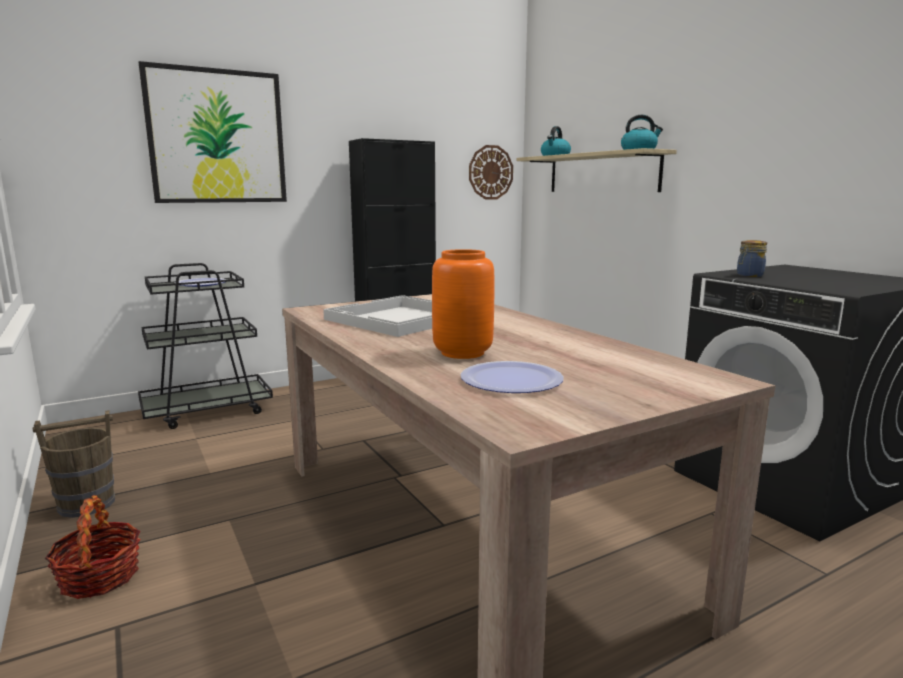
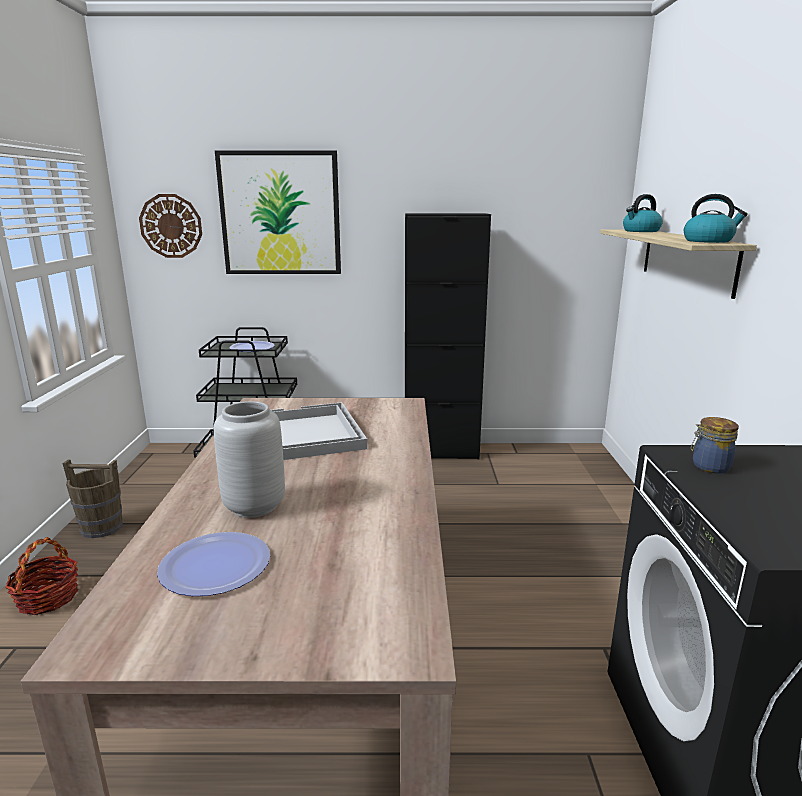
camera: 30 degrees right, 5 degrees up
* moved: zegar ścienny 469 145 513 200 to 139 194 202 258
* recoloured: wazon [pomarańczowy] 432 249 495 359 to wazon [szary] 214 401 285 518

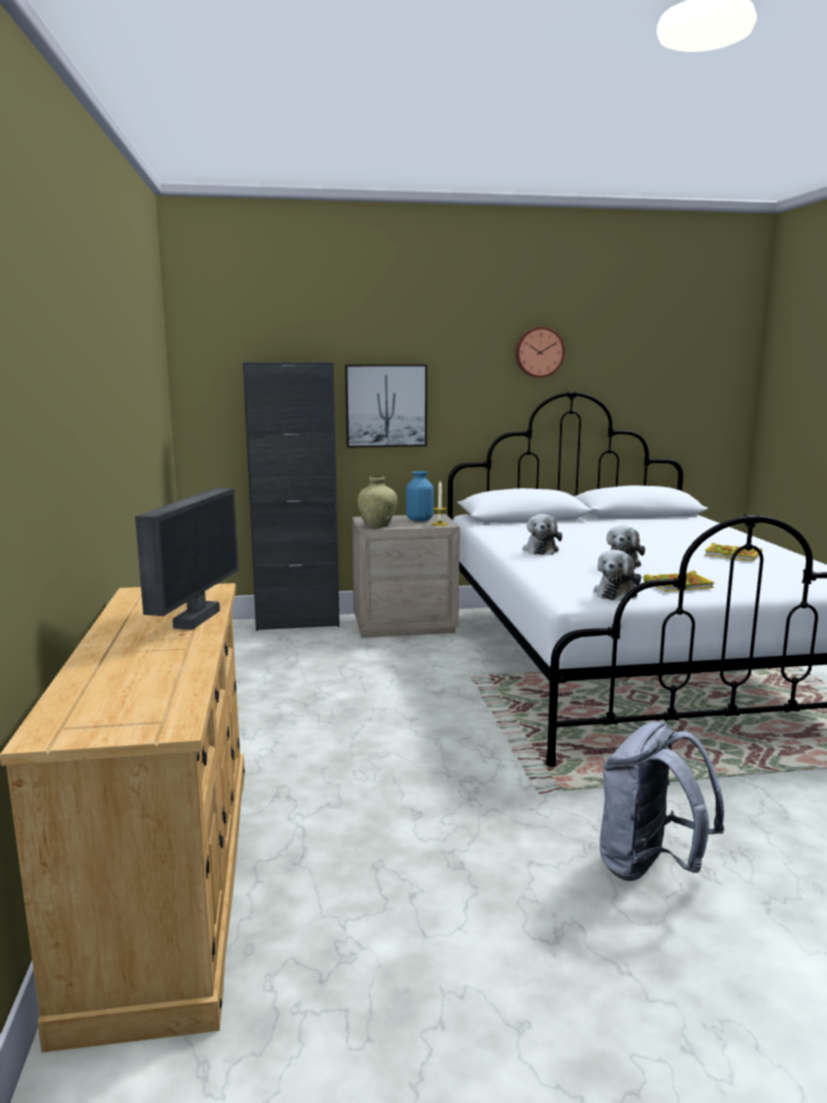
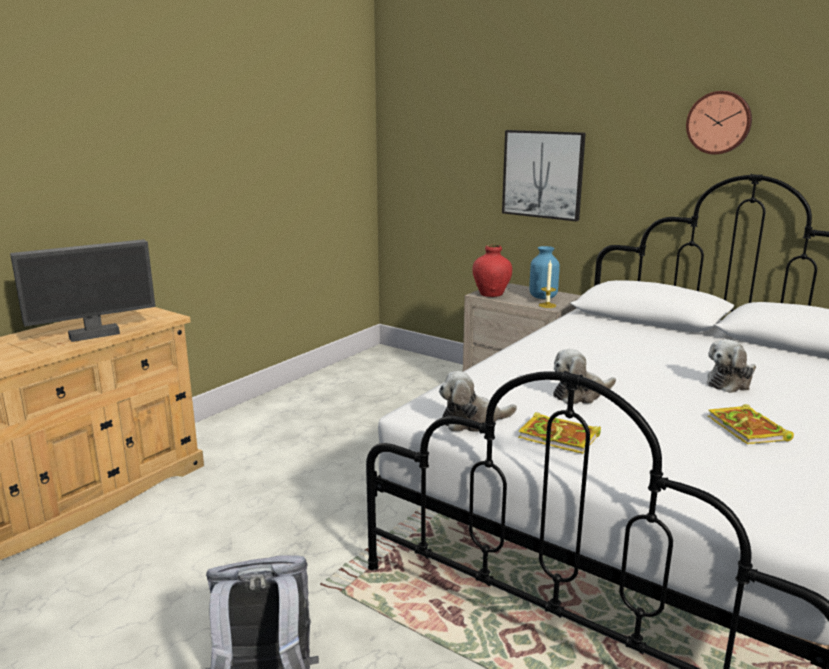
camera: 45 degrees right, 5 degrees up
* removed: szafka [czarny] 243 362 340 631
* moved: pluszak 523 514 562 555 to 707 339 756 393
* recoloured: wazon [beżowy] 358 475 397 528 to wazon [czerwony] 472 245 512 297

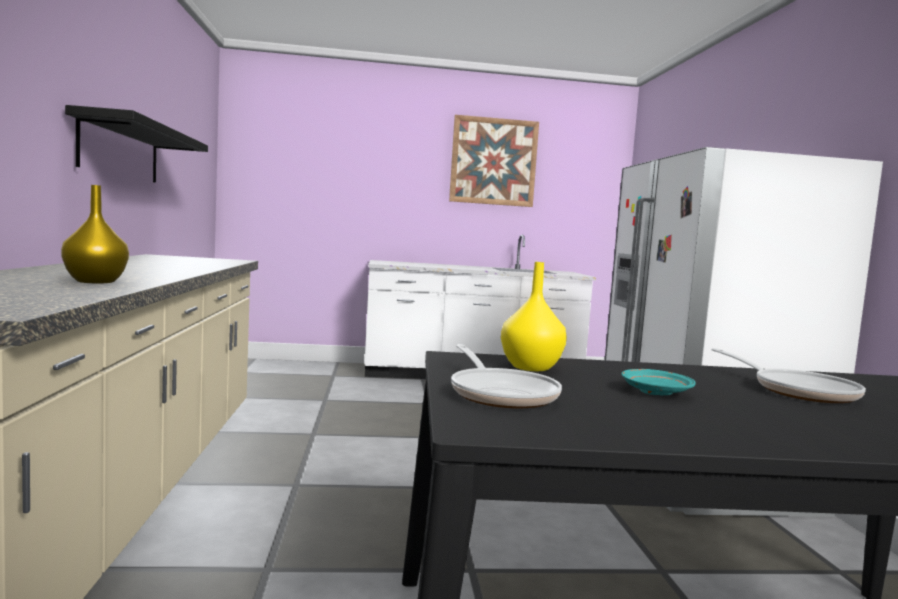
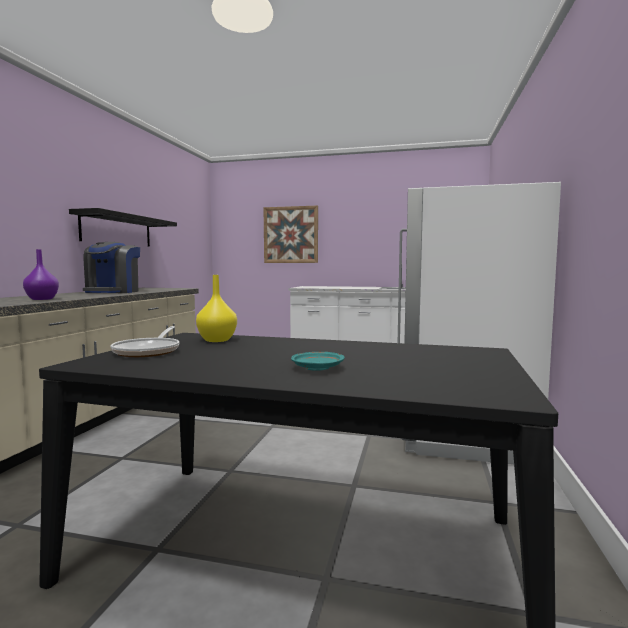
camera: 20 degrees right, 0 degrees up
* removed: patelnia 711 348 866 403
* added: ekspres do kawy 83 242 140 293
* moved: obraz 449 115 539 207 to 264 205 318 263
* moved: talerz [turkusowy] 621 369 696 395 to 291 352 345 371
* recoloured: wazon [żółty] 61 185 129 283 to wazon [fioletowy] 23 249 59 300

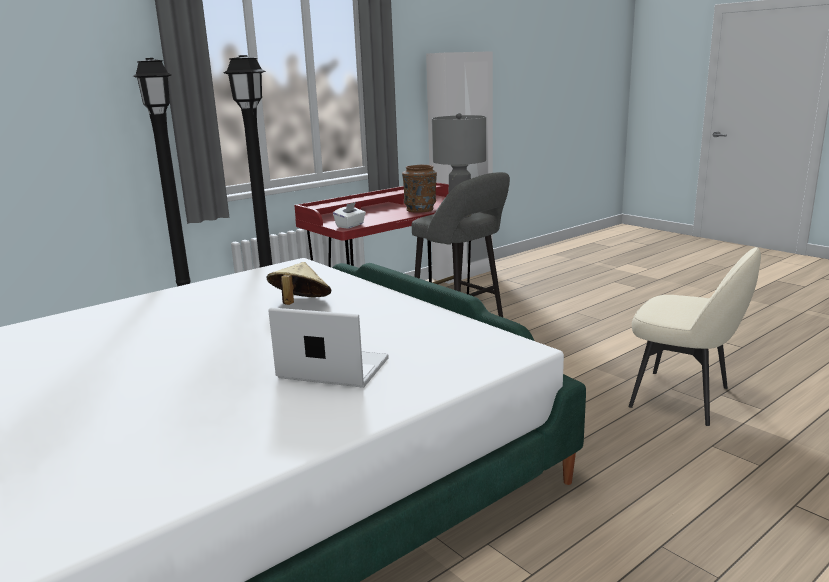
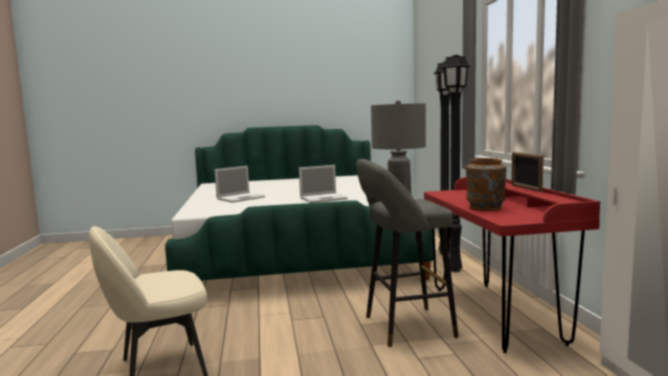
camera: 120 degrees right, 10 degrees down
* removed: pudełko chusteczek [biały] 333 202 366 229
* added: ramka na zdjęcie 511 152 544 192
* replaced: kapelusz [beżowy] 266 262 331 305 to laptop 299 165 348 203

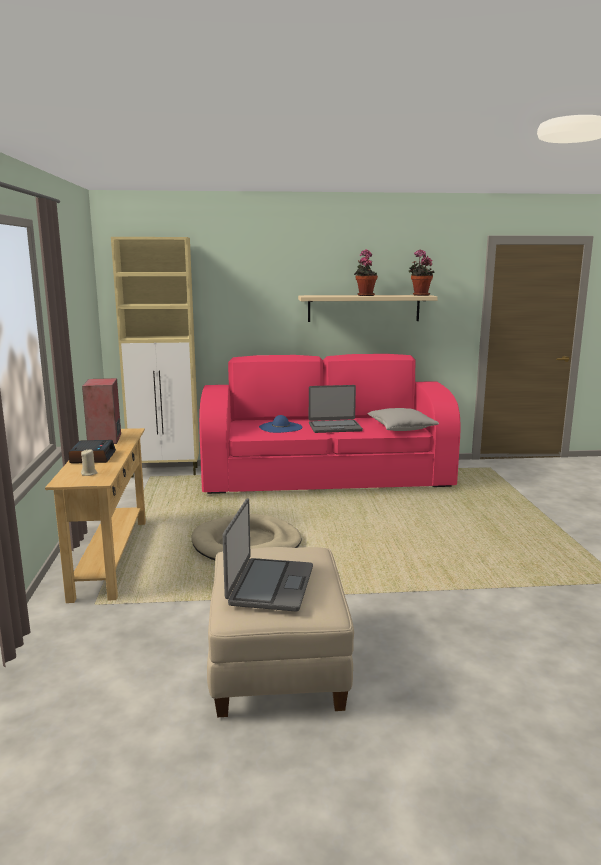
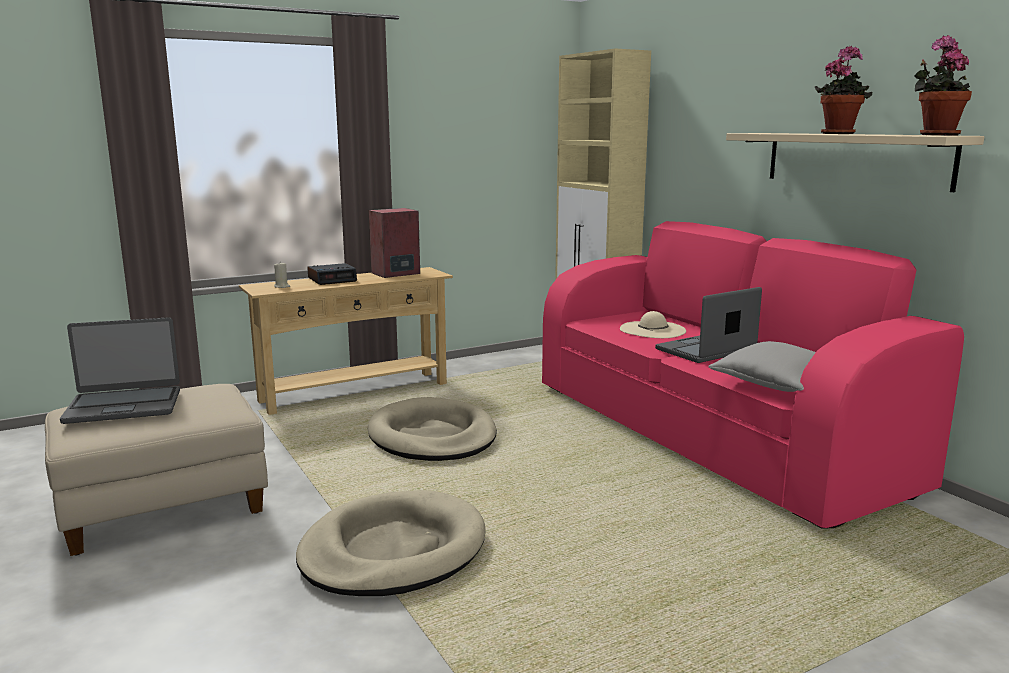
camera: 65 degrees right, 0 degrees up
* added: legowisko [beżowy] 296 490 486 596
* recoloured: kapelusz [niebieski] 259 415 303 433 to kapelusz [beżowy] 620 311 686 338
* turned: laptop 309 385 363 433 = 655 287 762 363 90 degrees clockwise

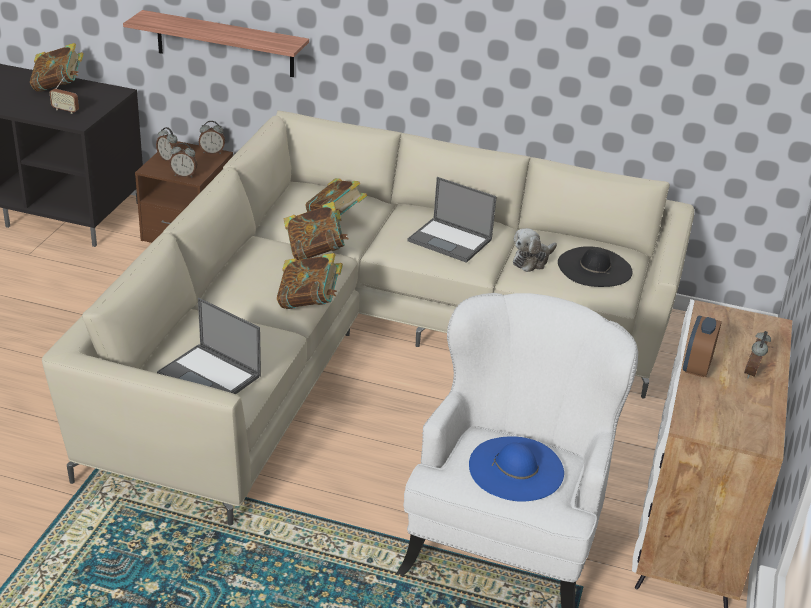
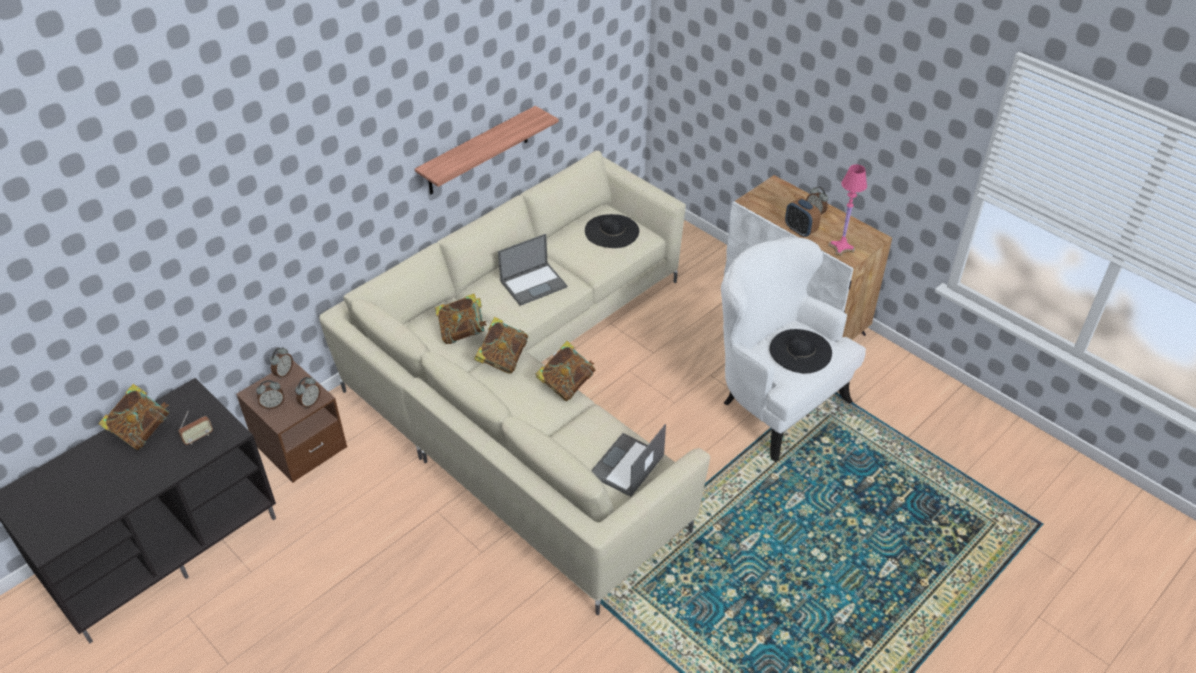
camera: 60 degrees left, 10 degrees up
* removed: pluszak 513 228 557 272
* added: lampa stołowa [różowy] 828 164 867 256
* moved: półka 123 10 309 77 to 415 106 559 194
* recoloured: kapelusz [niebieski] 469 436 564 502 to kapelusz [czarny] 769 329 832 373
* turned: laptop 157 298 261 394 = 591 424 666 497 150 degrees clockwise

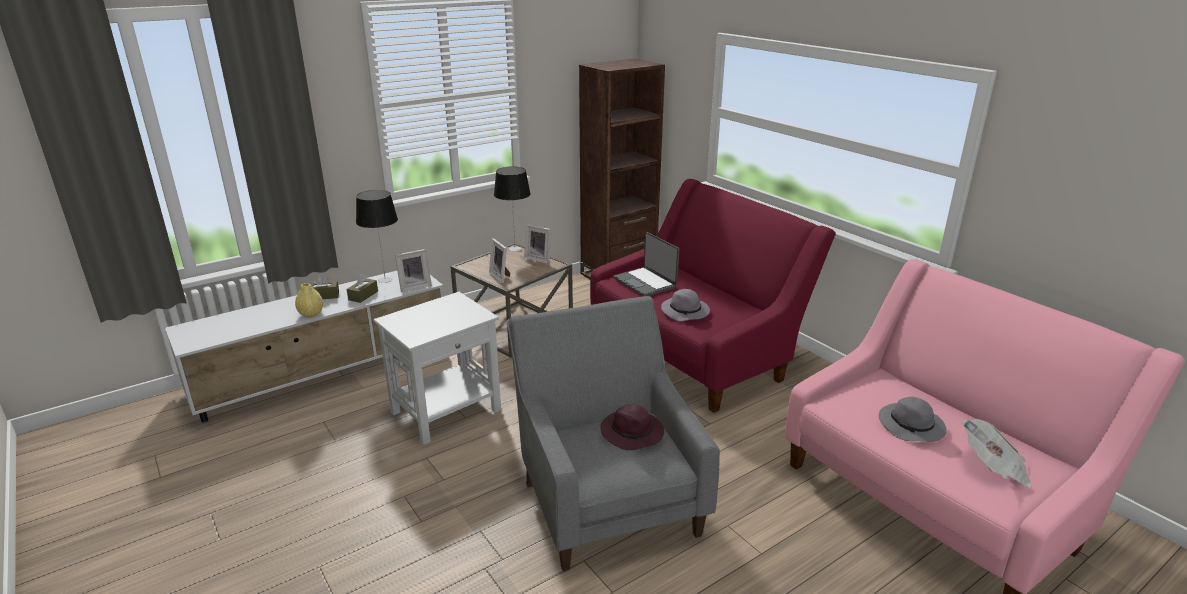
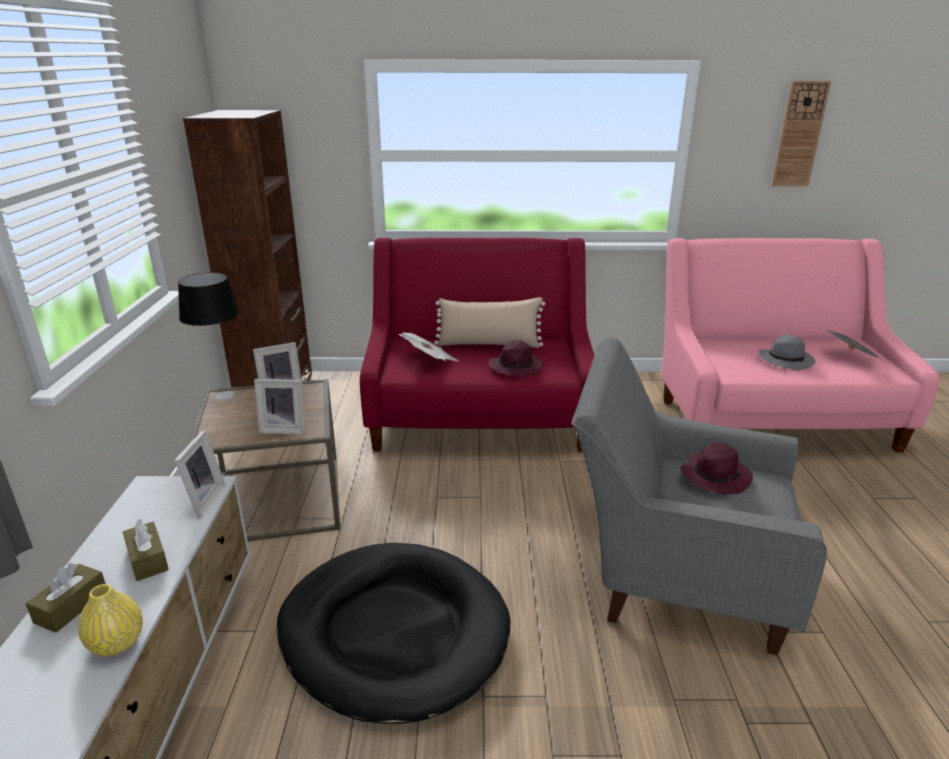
camera: 55 degrees left, 0 degrees up
* removed: lampa stołowa 356 190 398 283
* added: poduszka [beżowy] 434 297 545 348
* added: zegar ścienny 771 81 831 186
* replaced: stolik [biały] 373 292 501 445 to legowisko [czarny] 277 543 510 724
* replaced: laptop 613 232 679 297 to gazeta 399 333 459 361
* recoloured: kapelusz [szary] 661 289 710 321 to kapelusz [fioletowy] 489 340 543 377

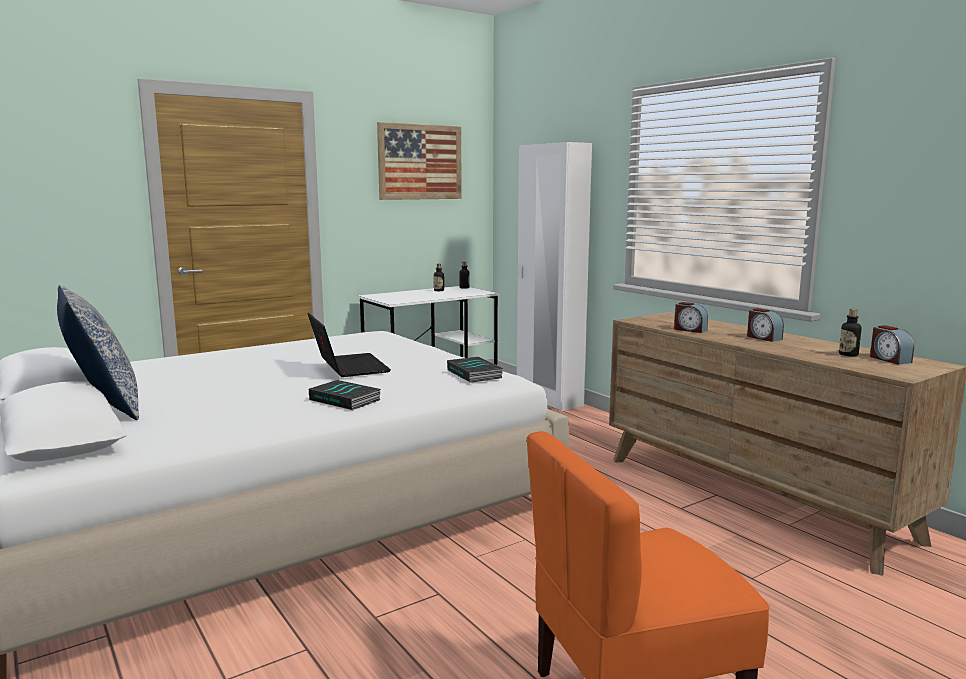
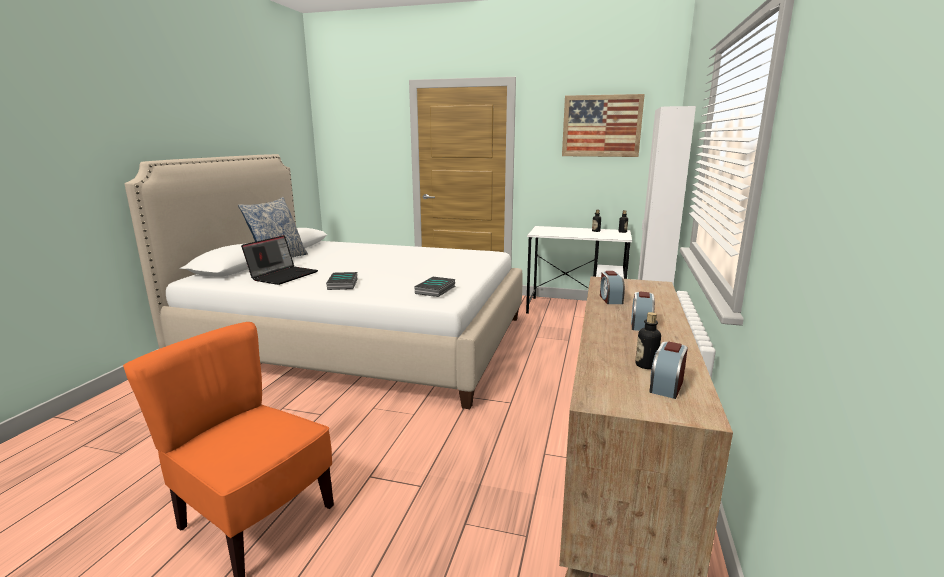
camera: 50 degrees right, 5 degrees up
* moved: laptop 307 313 391 377 to 241 235 318 285

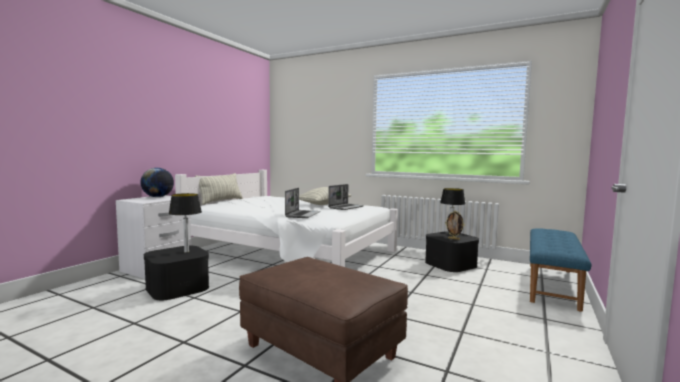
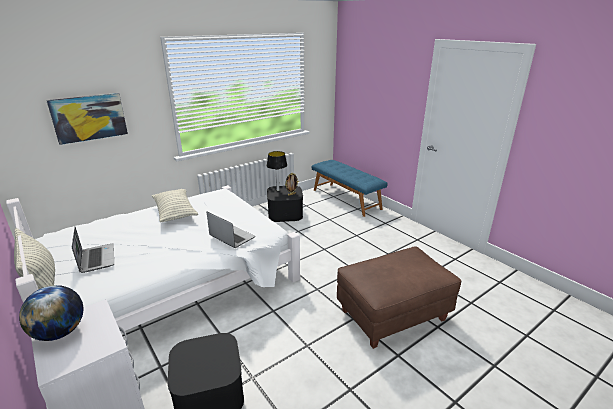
camera: 65 degrees left, 20 degrees up
* removed: lampa stołowa 169 193 202 252
* added: obraz 46 93 128 145
* moved: laptop 328 184 364 210 to 72 227 114 273

